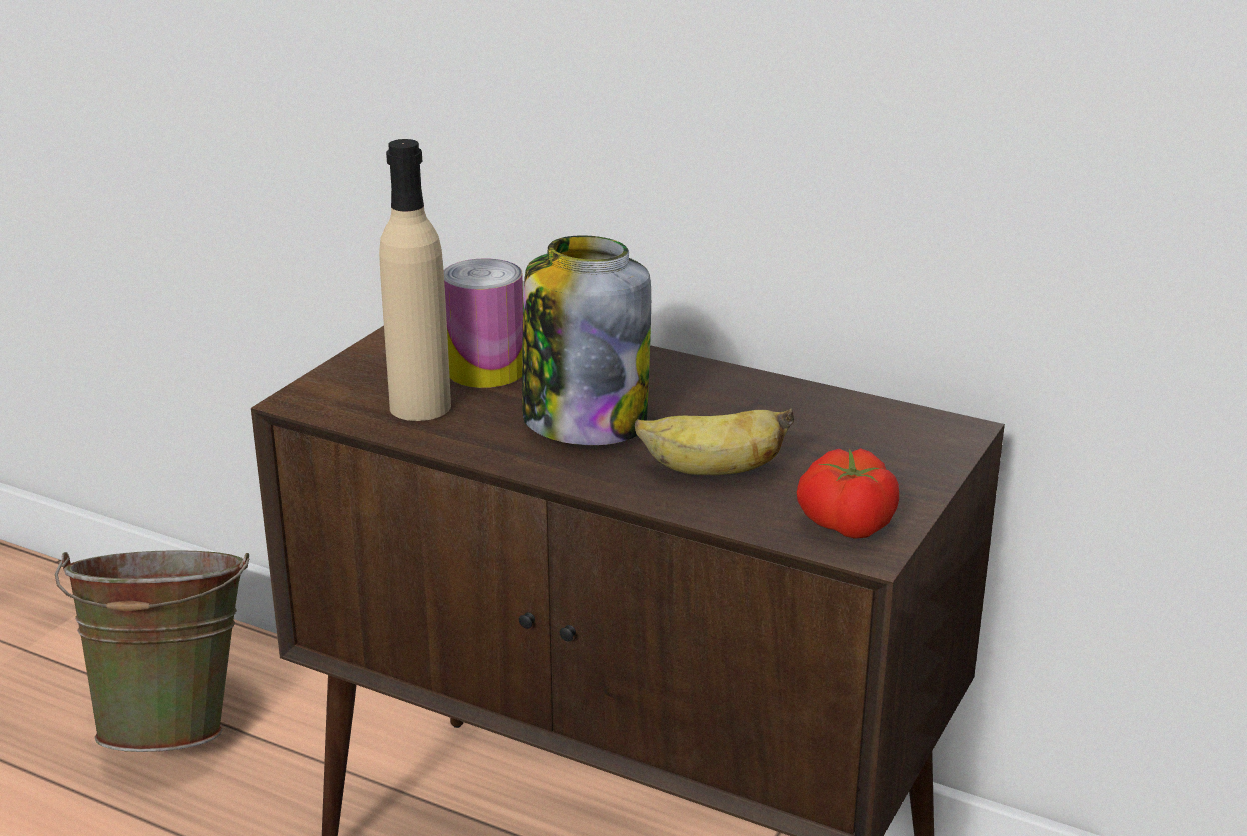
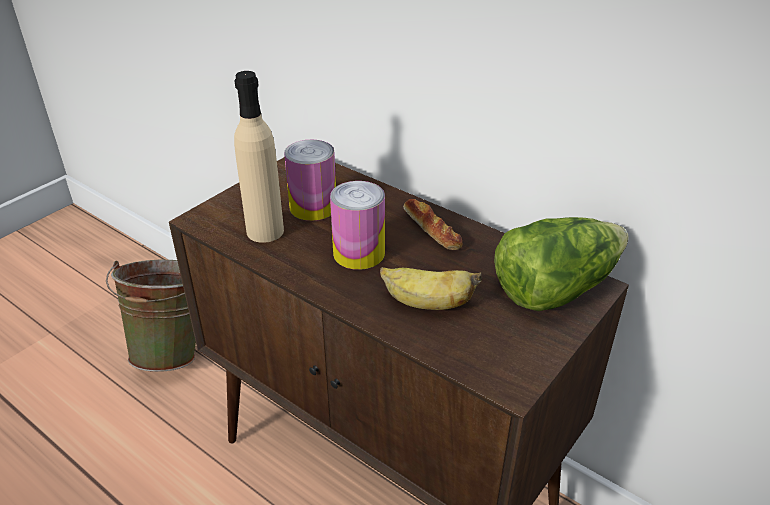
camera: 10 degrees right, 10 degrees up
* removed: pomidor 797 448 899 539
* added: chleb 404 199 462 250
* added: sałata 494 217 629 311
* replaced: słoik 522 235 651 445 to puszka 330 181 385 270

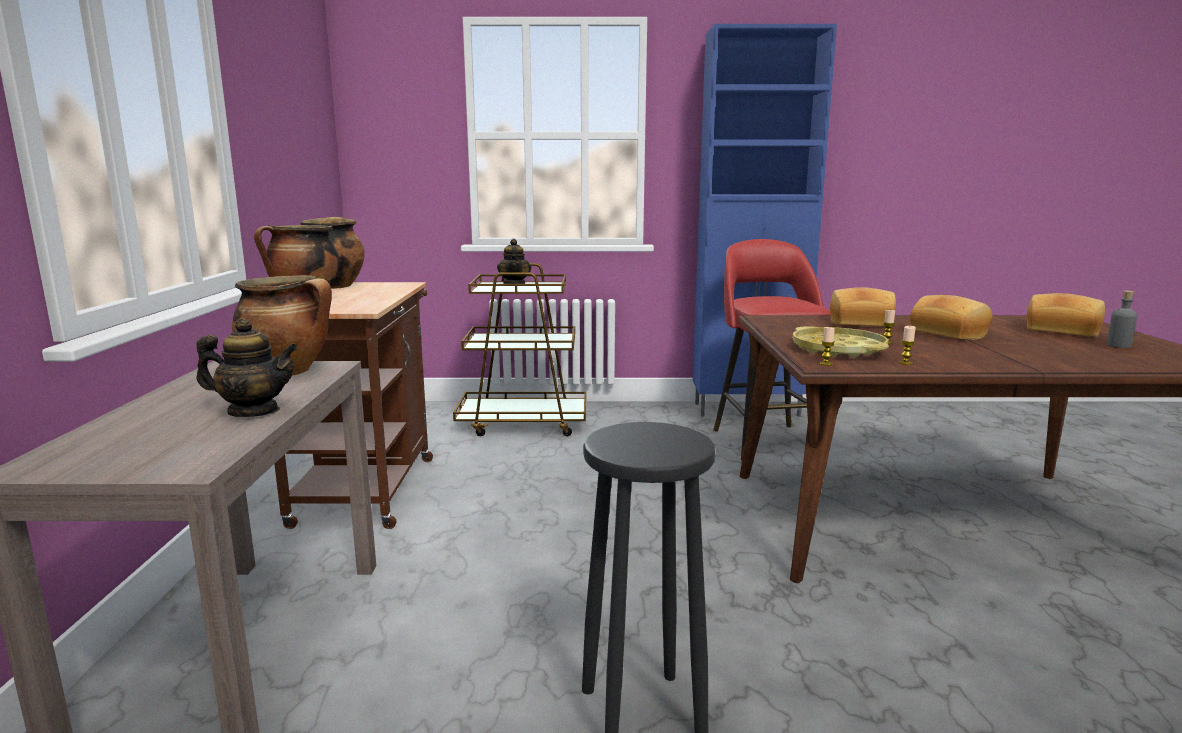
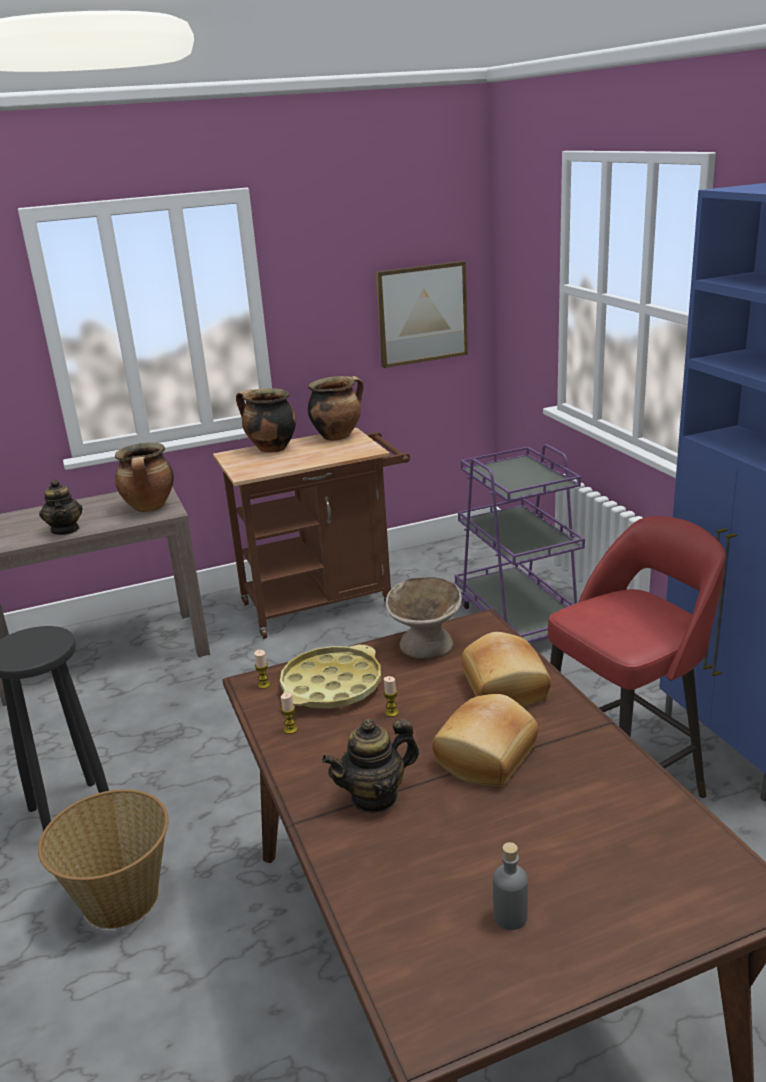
camera: 70 degrees right, 10 degrees up
* removed: chleb 1027 293 1105 337
* added: koszyk 38 789 169 929
* added: obraz 375 261 468 368
* added: miska [beżowy] 386 577 462 659
* moved: imbryk 497 239 531 284 to 322 718 419 814
* recoloured: wózek [brązowy] 453 263 586 436 to wózek [fioletowy] 455 444 585 643

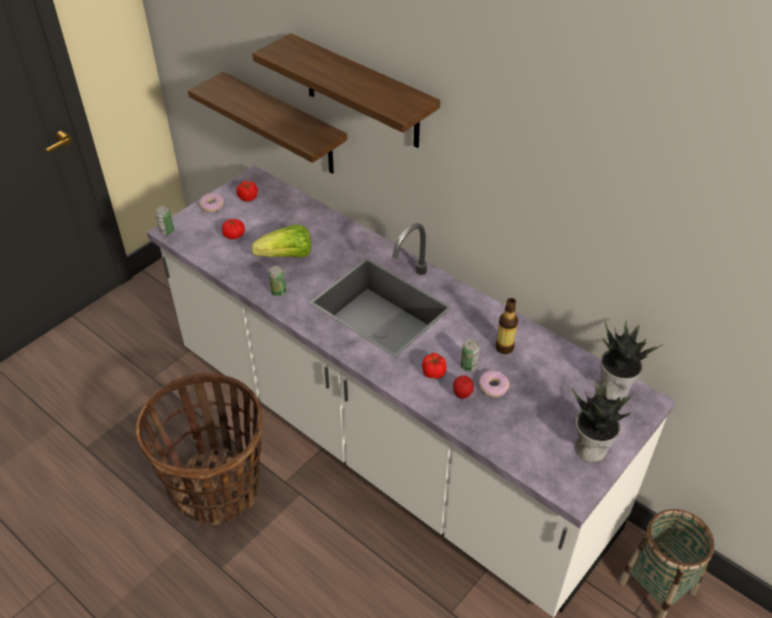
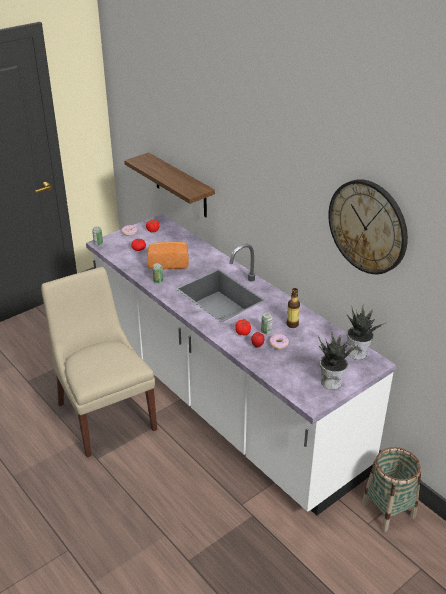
camera: 10 degrees right, 10 degrees down
* removed: półka 252 33 440 148
* added: zegar ścienny 329 179 408 274
* replaced: koszyk 136 372 263 525 to krzesło [beżowy] 41 267 157 458
* replaced: sałata 251 225 311 258 to chleb 147 242 189 269

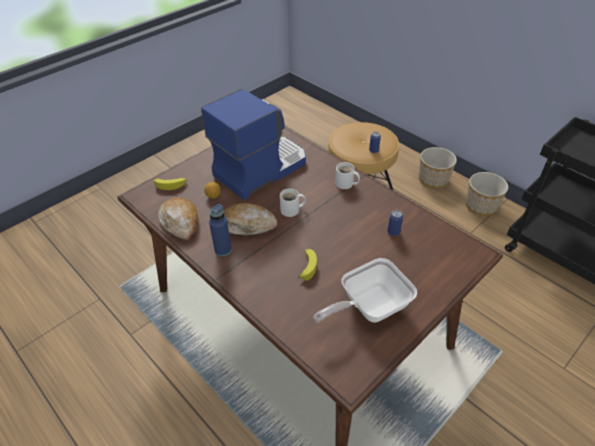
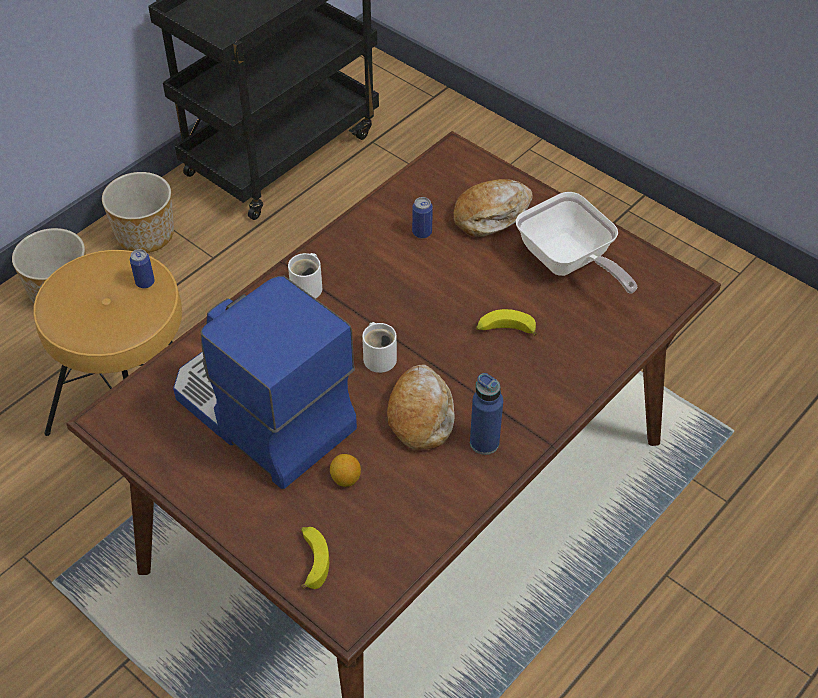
camera: 95 degrees left, 5 degrees up
* moved: chleb 158 197 199 240 to 454 179 532 237

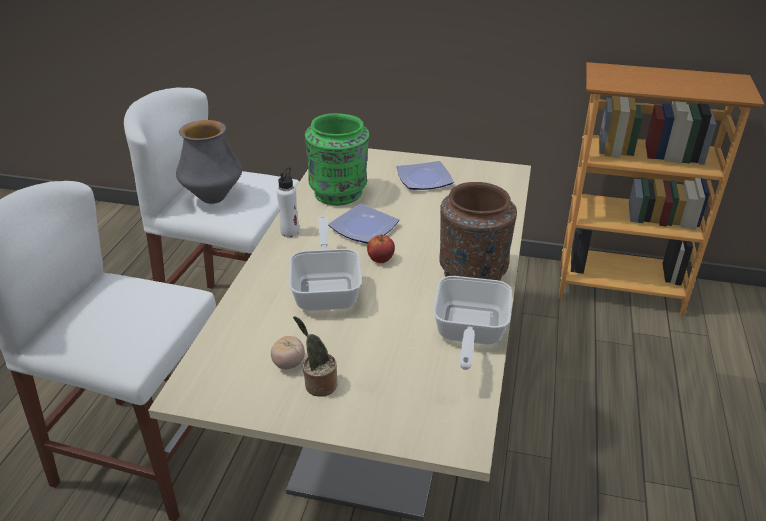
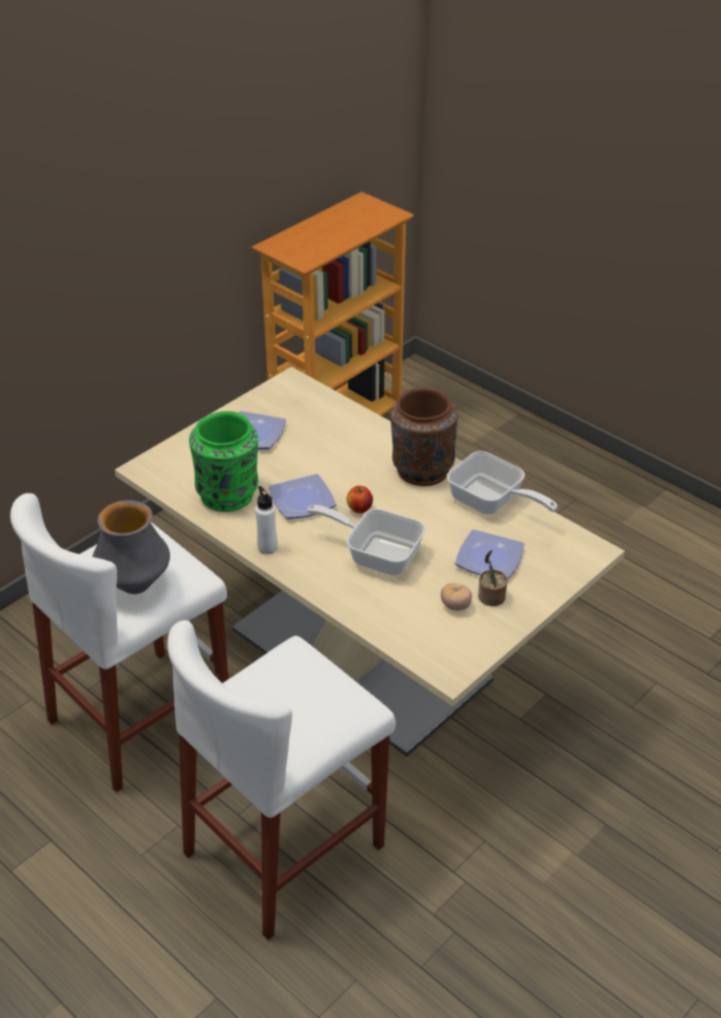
camera: 60 degrees left, 5 degrees up
* added: talerz 455 529 524 579

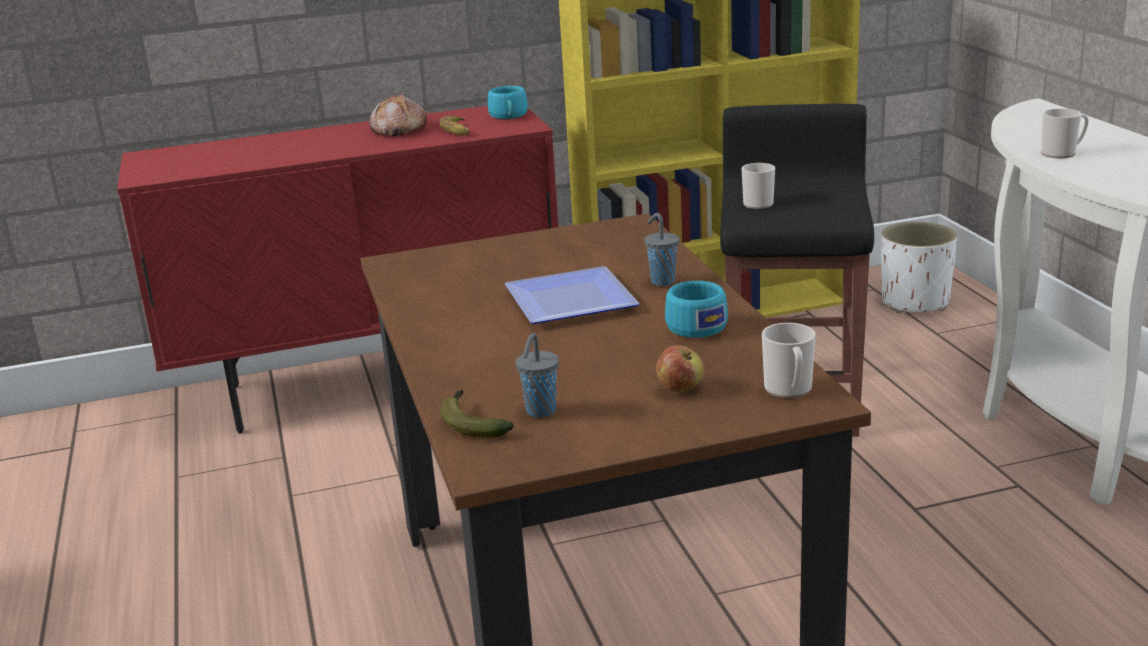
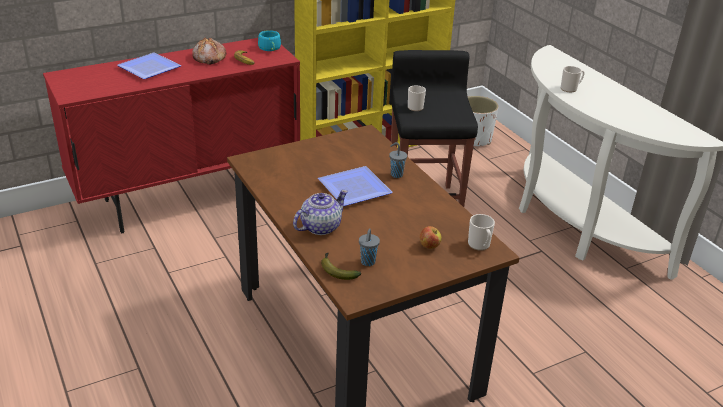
camera: 15 degrees left, 10 degrees up
* removed: filiżanka [turkusowy] 665 281 728 338
* added: talerz 117 53 181 79
* added: imbryk 293 190 348 235

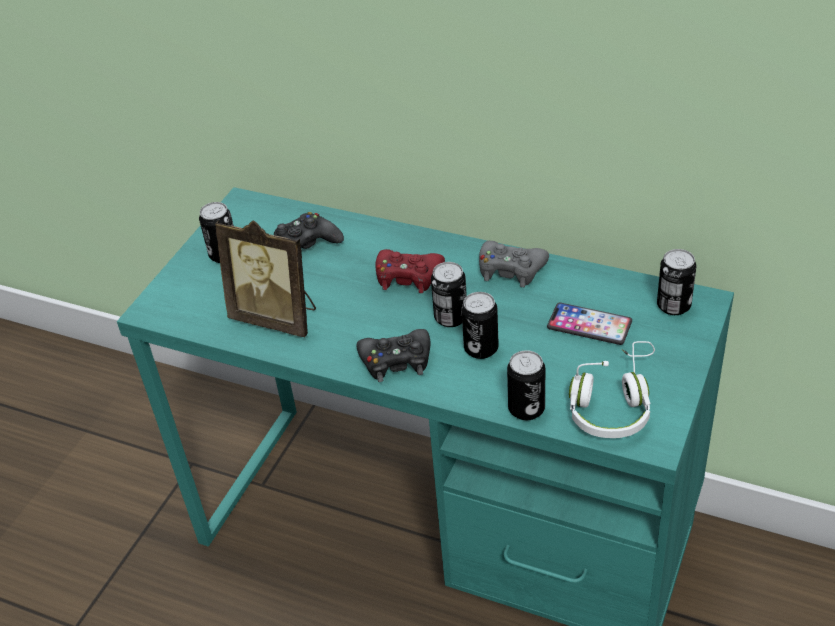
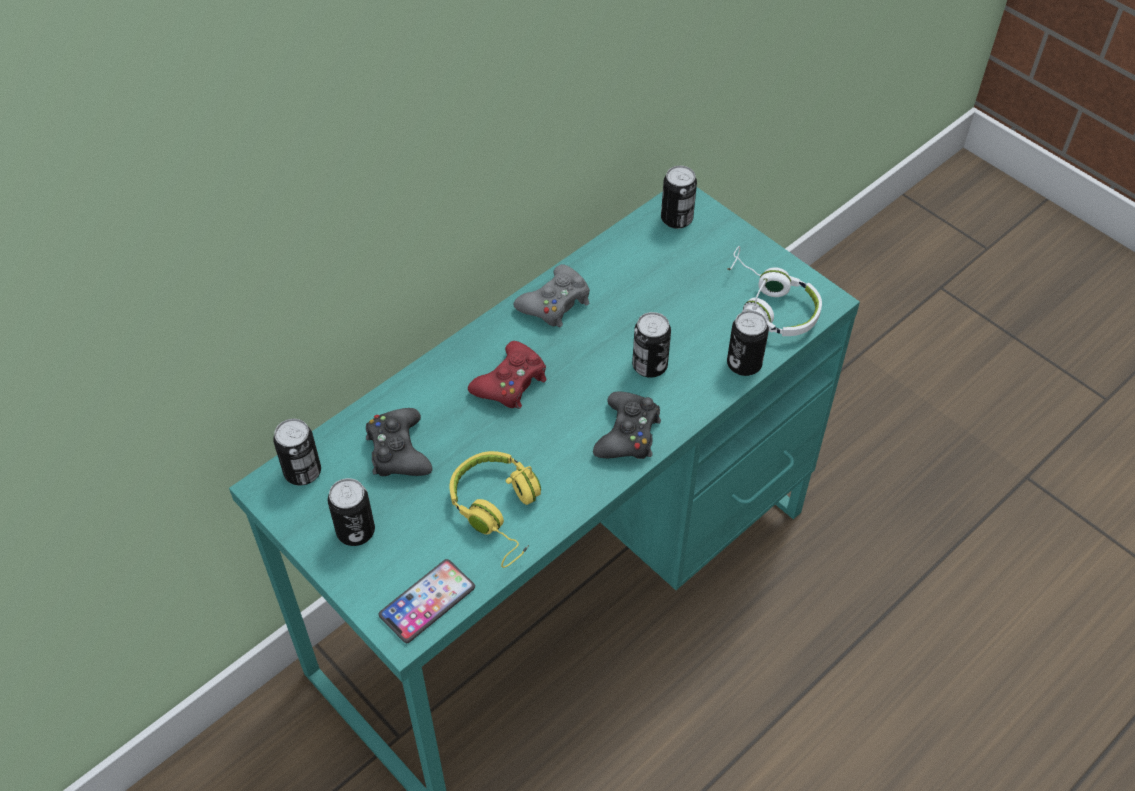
camera: 70 degrees left, 10 degrees up
* moved: puszka 431 262 467 327 to 273 419 321 486
* moved: telefon 547 303 632 345 to 379 559 475 643
* replaced: ramka na zdjęcie 215 220 316 337 to słuchawki [żółty] 450 451 541 568

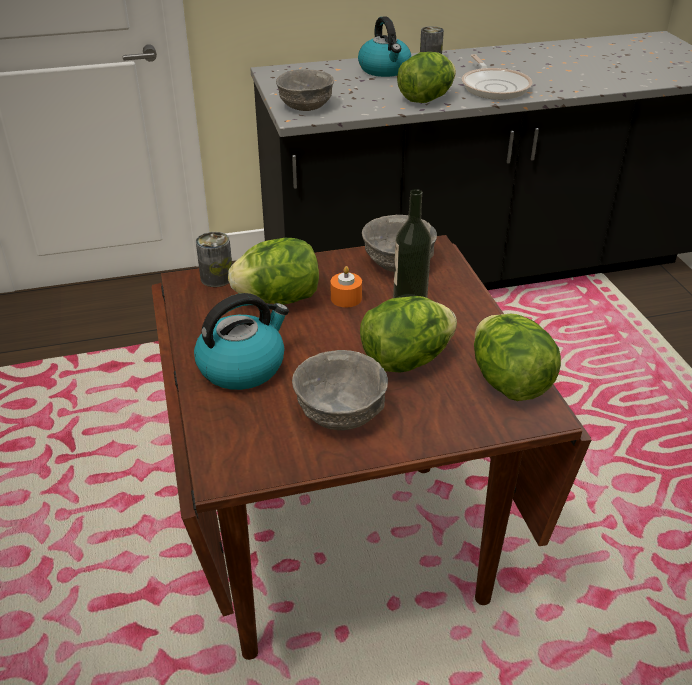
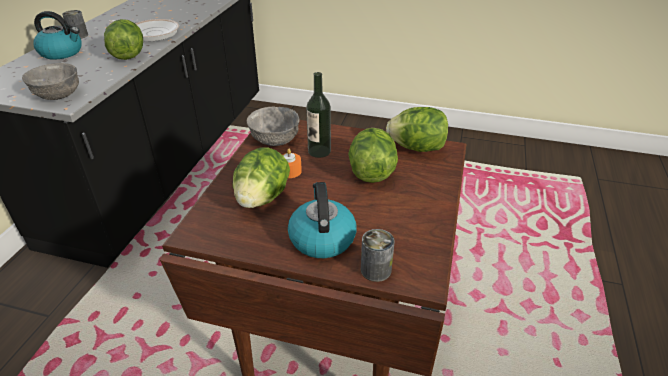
camera: 60 degrees left, 0 degrees up
* removed: miska [szary] 292 350 388 430
* moved: puszka 196 232 232 287 to 361 229 394 282

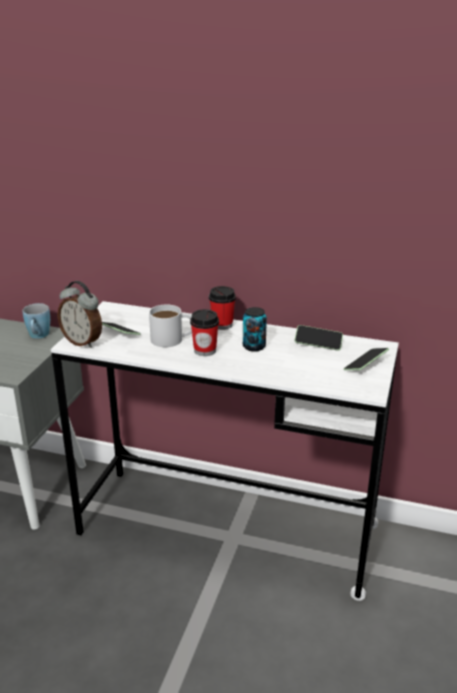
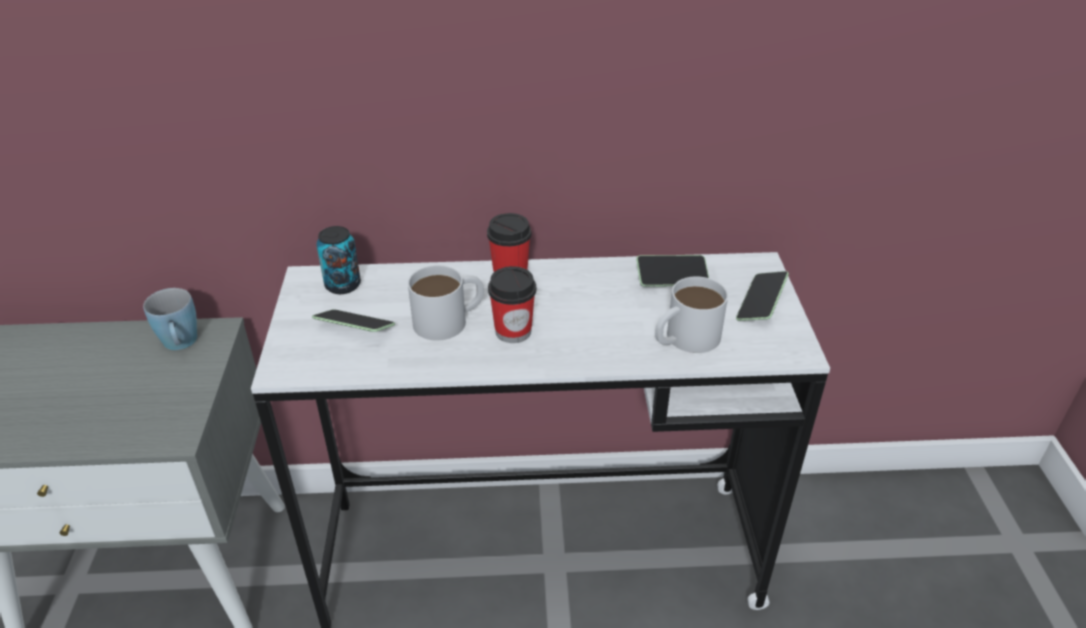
camera: 20 degrees left, 10 degrees up
* removed: budzik 57 281 102 348
* added: kubek [biały] 655 277 728 353
* moved: puszka 243 307 267 352 to 316 226 361 294

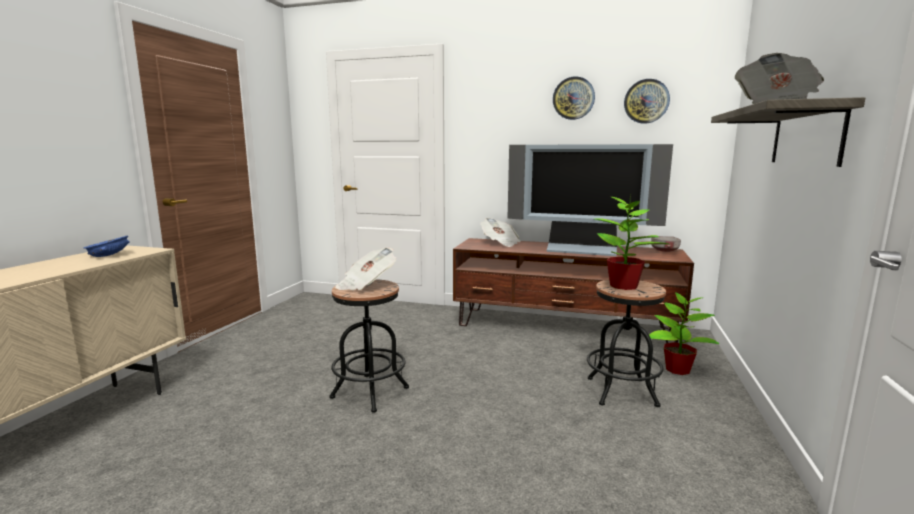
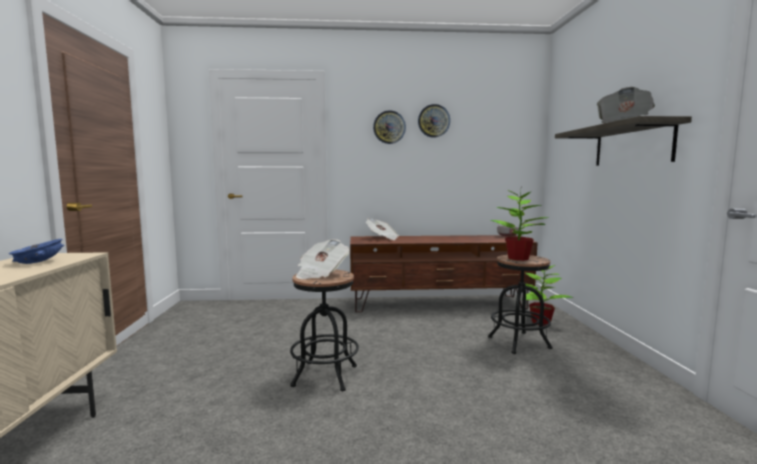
camera: 20 degrees left, 5 degrees down
* removed: telewizor 507 144 673 256
* moved: zegar ścienny 624 79 670 124 to 373 110 406 144

